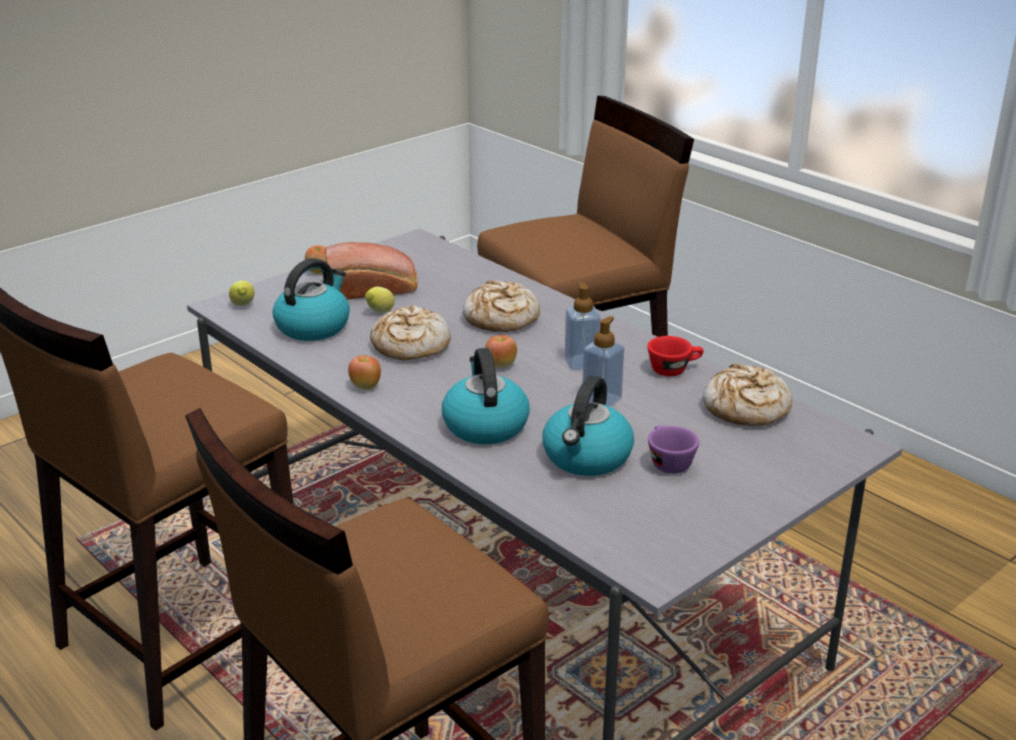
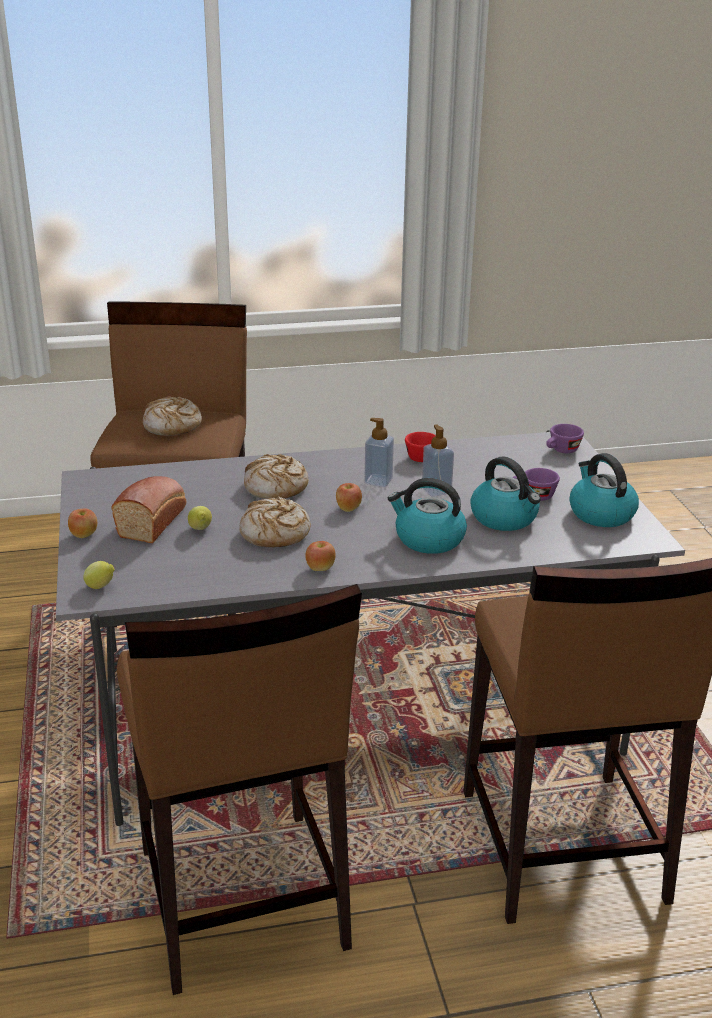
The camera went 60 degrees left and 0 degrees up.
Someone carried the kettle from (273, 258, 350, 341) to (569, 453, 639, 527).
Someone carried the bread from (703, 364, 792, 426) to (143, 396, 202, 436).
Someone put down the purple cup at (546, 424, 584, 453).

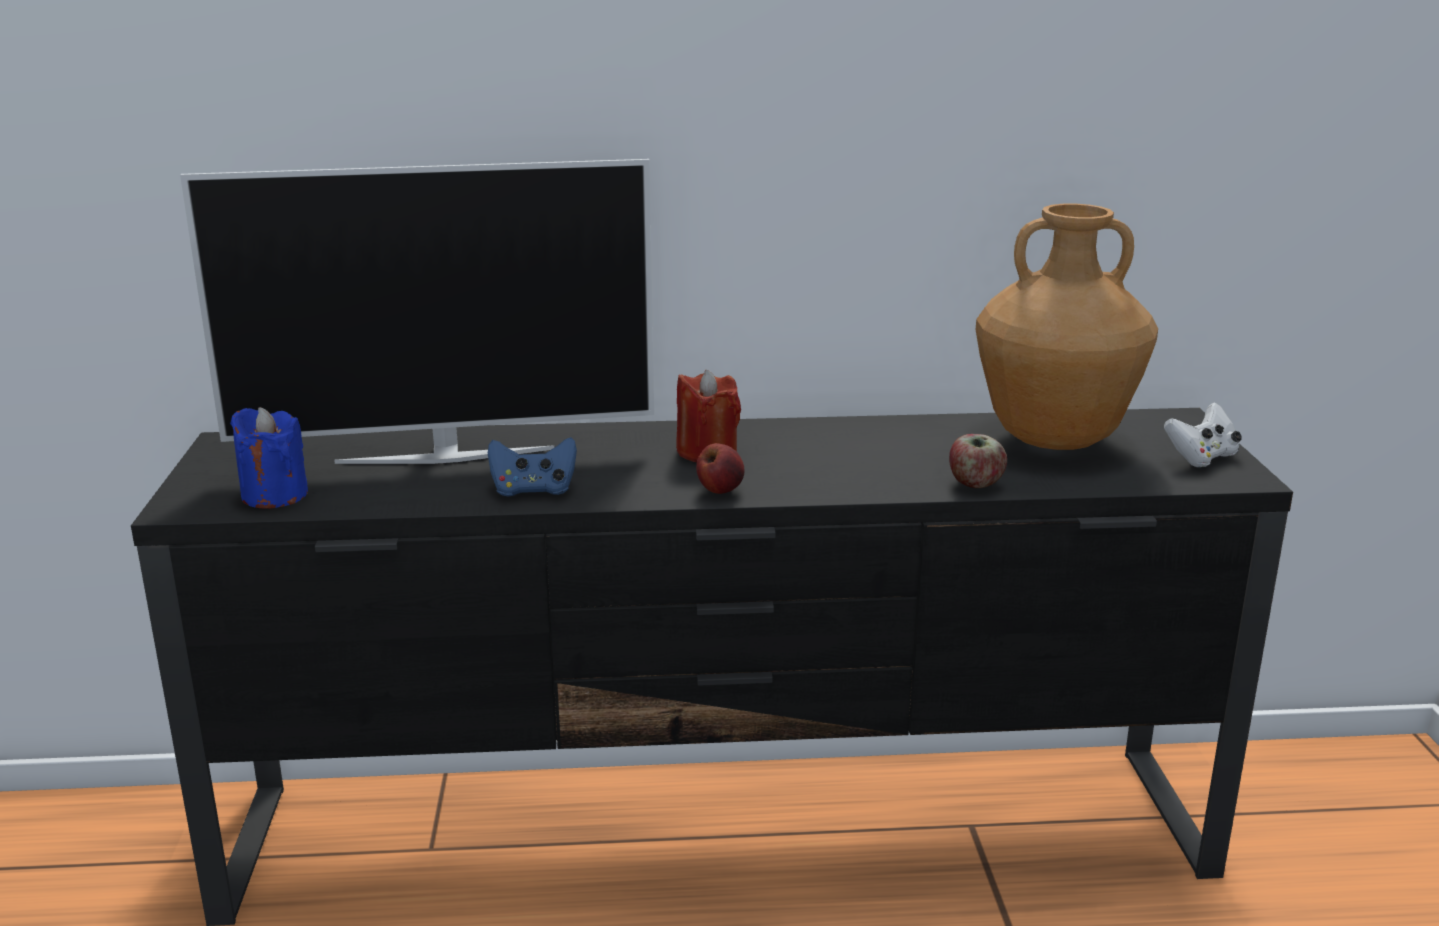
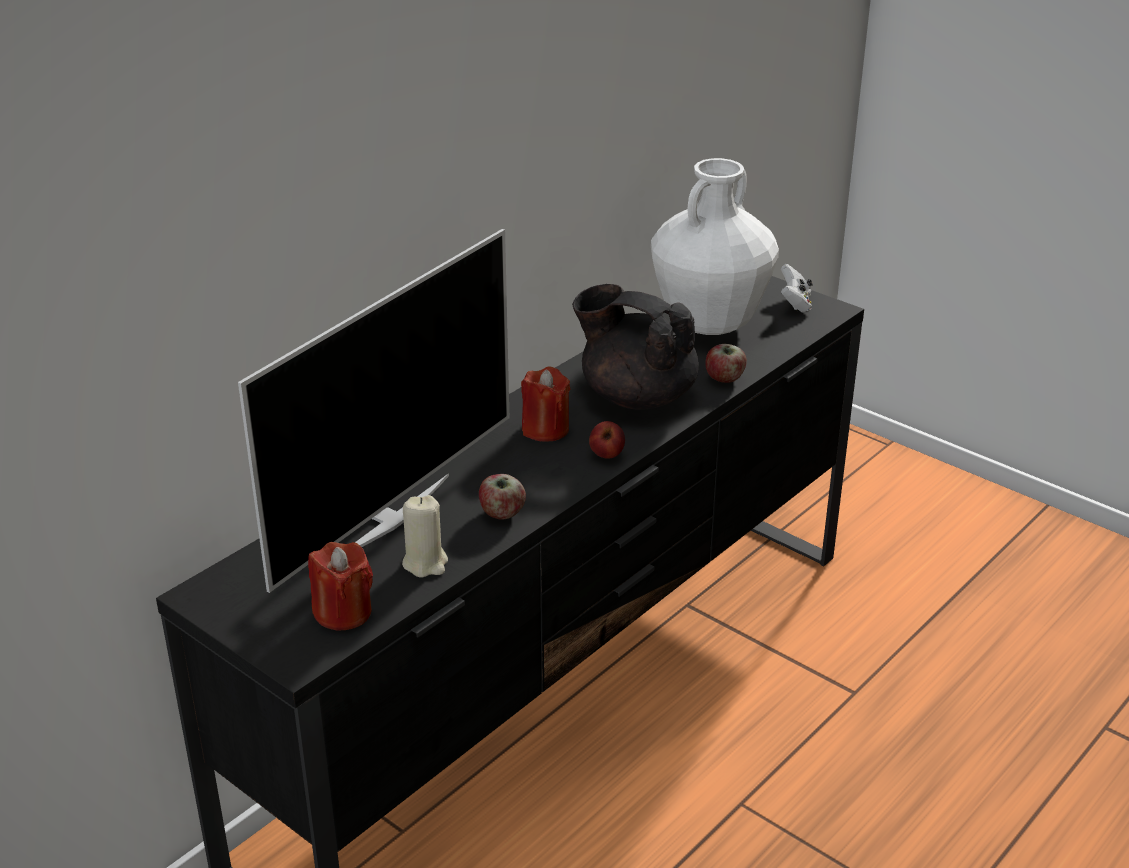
The camera went 45 degrees left and 10 degrees up.
Someone repainted the brown vase at (976, 204, 1158, 450), which became the white vase at (651, 158, 779, 335).
Someone repainted the blue candle at (230, 407, 308, 509), which became the red candle at (308, 542, 373, 630).
Someone swapped the blue game controller at (488, 437, 577, 496) for the apple at (479, 474, 526, 520).
Someone put down the black teapot at (572, 284, 699, 410).
Someone put down the beige candle at (402, 495, 448, 577).

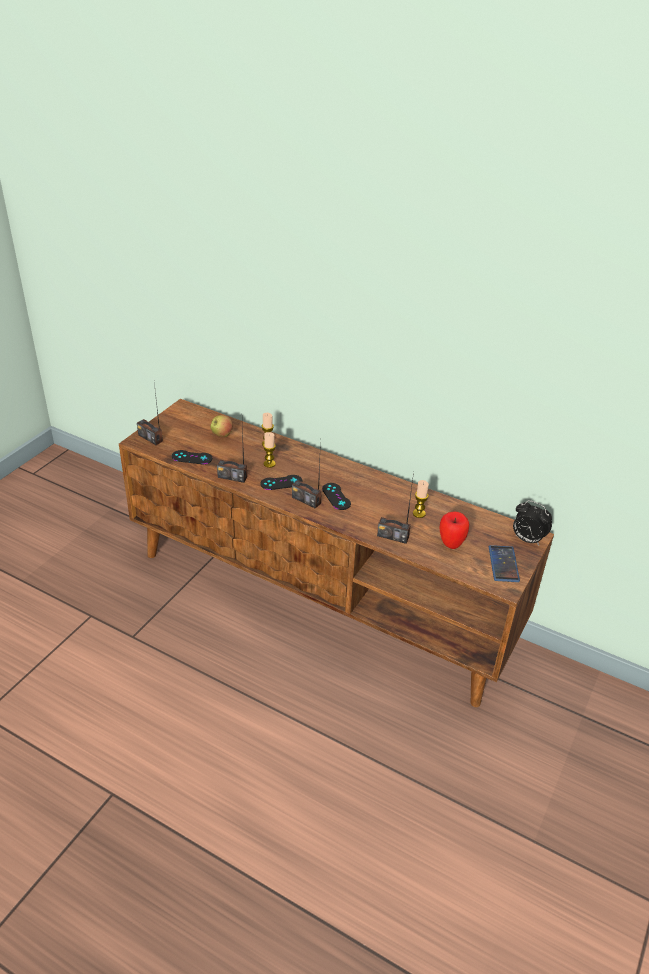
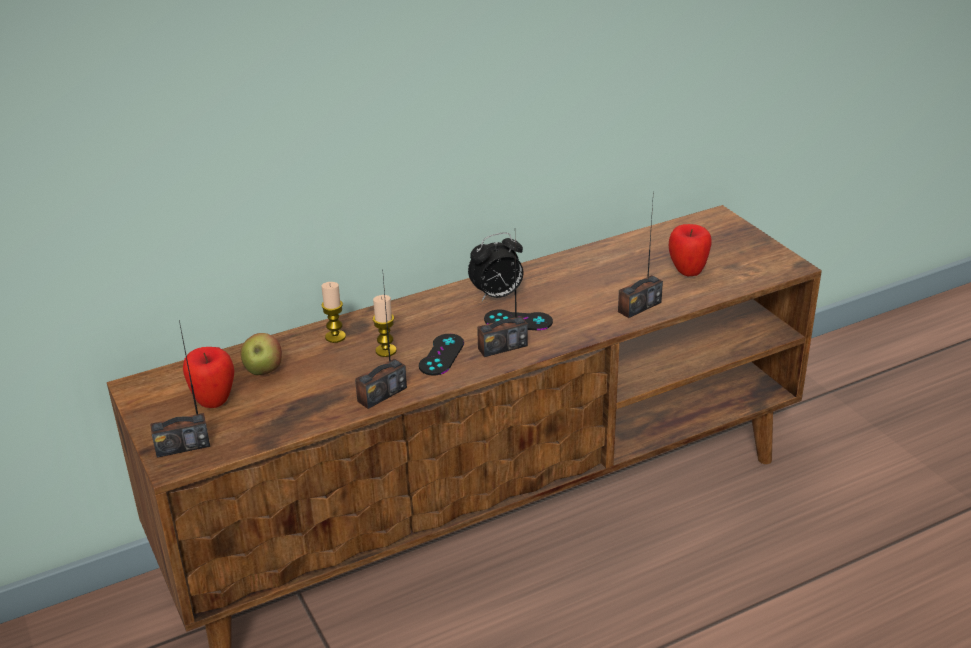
The camera went 55 degrees left and 5 degrees down.
Someone took away the black game controller at (172, 450, 212, 464).
Someone took away the candle at (413, 480, 429, 518).
Someone carried the alarm clock from (513, 500, 552, 545) to (468, 232, 523, 301).
Someone took away the phone at (489, 545, 520, 582).
Someone put down the apple at (183, 347, 234, 408).

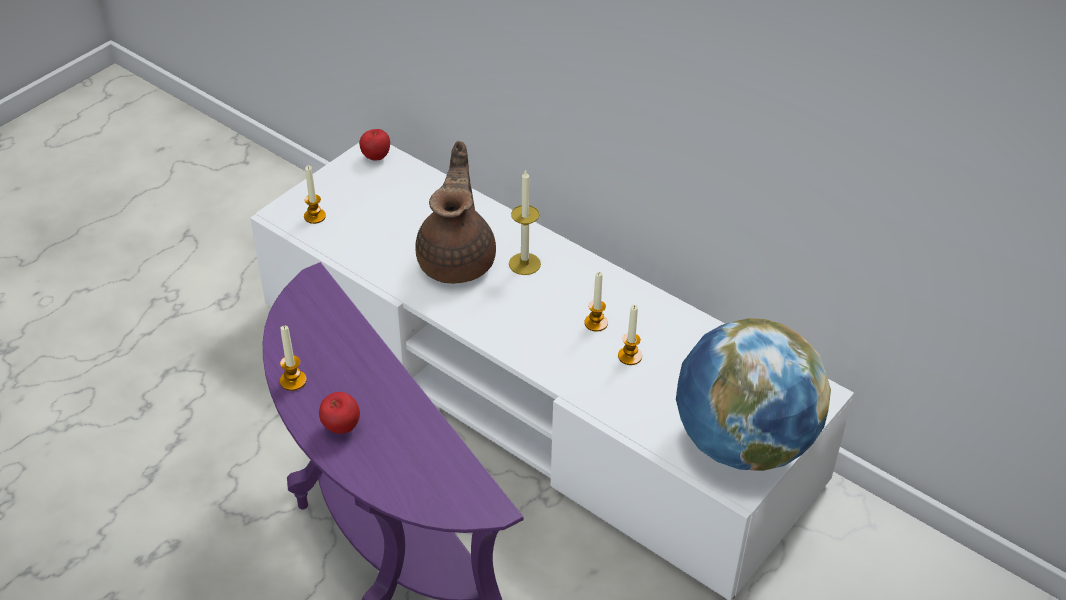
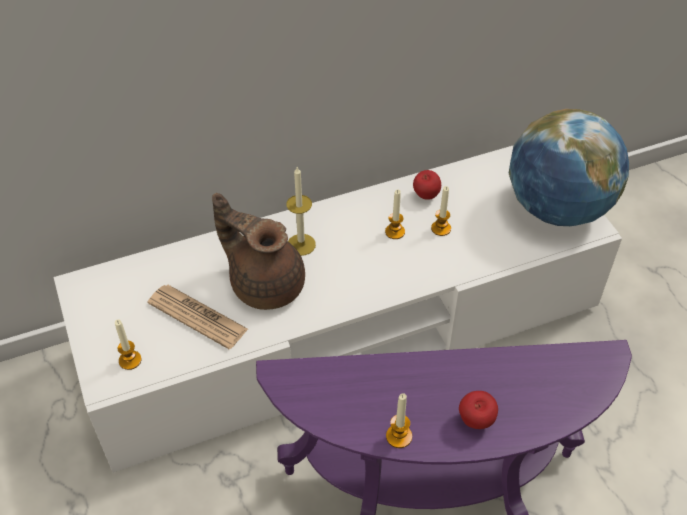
The camera went 60 degrees left and 5 degrees up.
Someone carried the apple from (359, 129, 390, 161) to (413, 170, 441, 200).
Someone put down the newspaper at (147, 285, 248, 349).

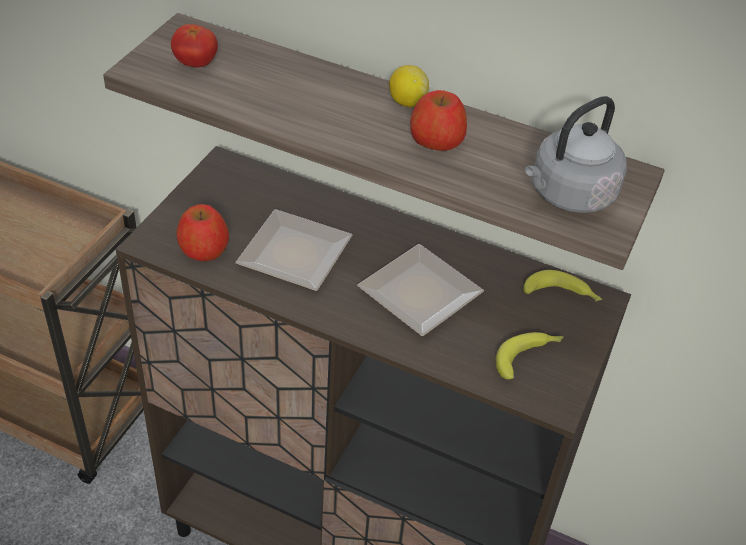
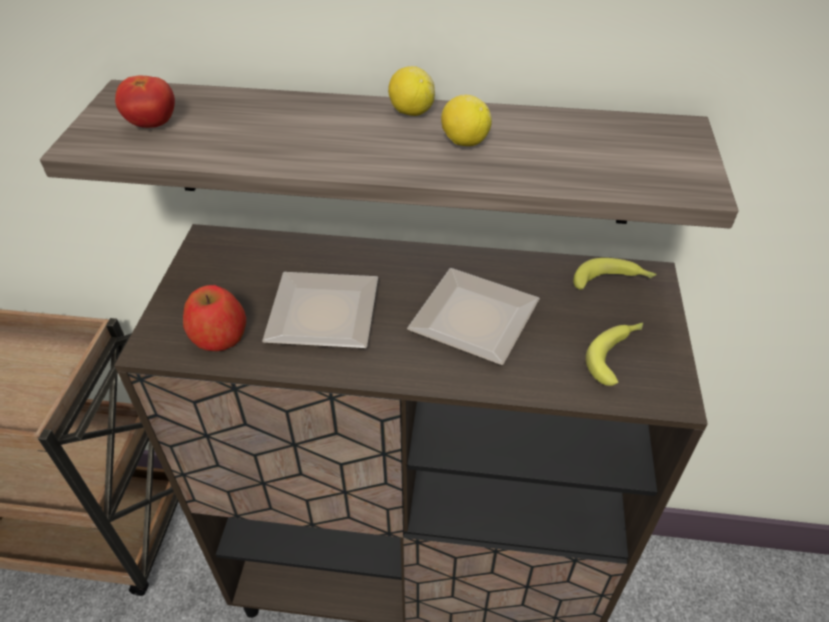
The camera went 15 degrees left and 0 degrees up.
Someone swapped the apple at (410, 90, 467, 151) for the lemon at (441, 95, 492, 146).
Someone took away the grey kettle at (525, 96, 627, 213).

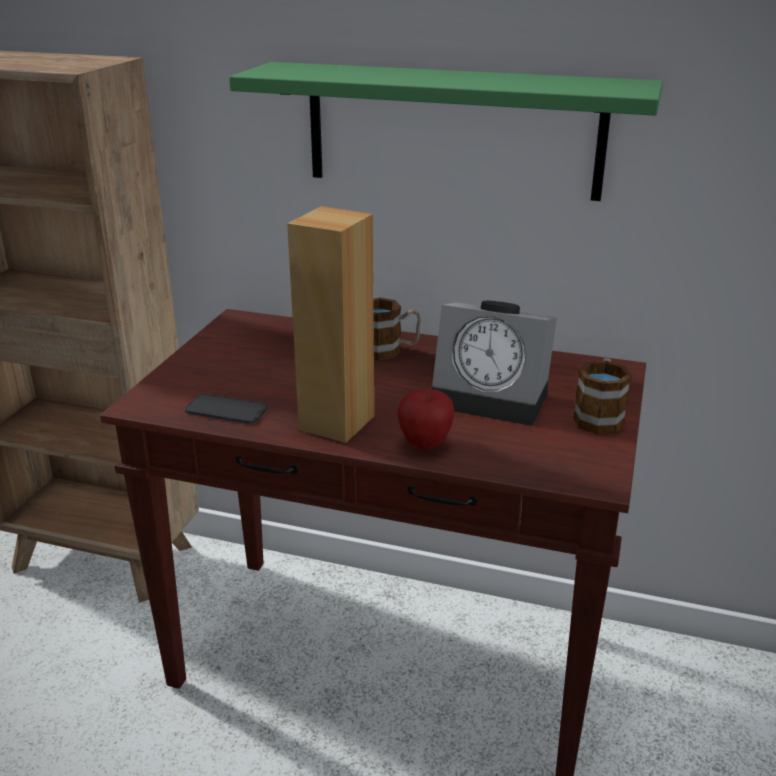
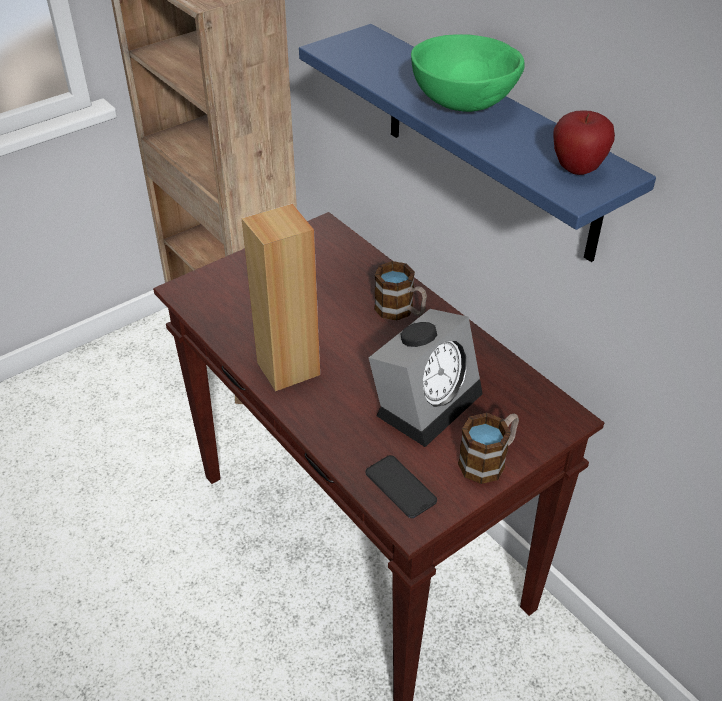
The camera went 35 degrees right and 15 degrees up.
Someone repainted the green shelf at (229, 62, 663, 201), which became the blue shelf at (299, 24, 656, 262).
Someone rotated the alarm clock at (432, 301, 557, 426) by 105 degrees counterclockwise.
Someone carried the apple from (397, 389, 454, 449) to (553, 110, 615, 175).
Someone carried the phone from (185, 394, 268, 424) to (366, 455, 437, 518).
Someone put down the green bowl at (411, 34, 525, 112).

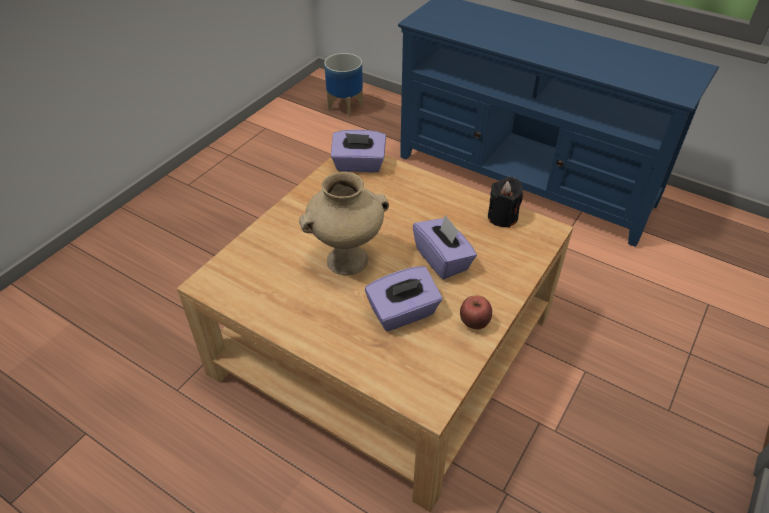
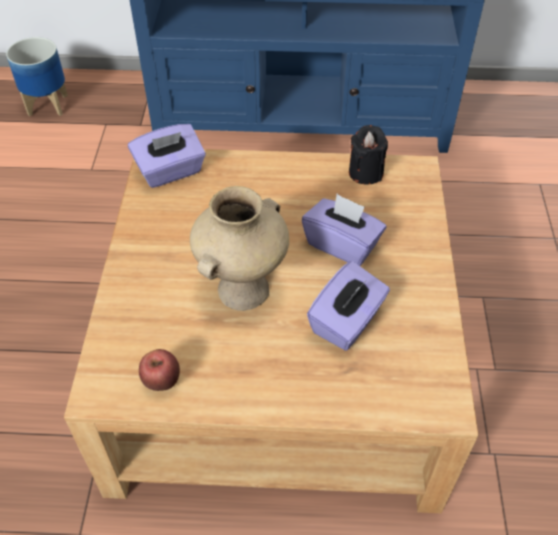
The camera went 30 degrees left and 5 degrees up.
Someone carried the apple from (460, 296, 492, 330) to (139, 349, 180, 391).

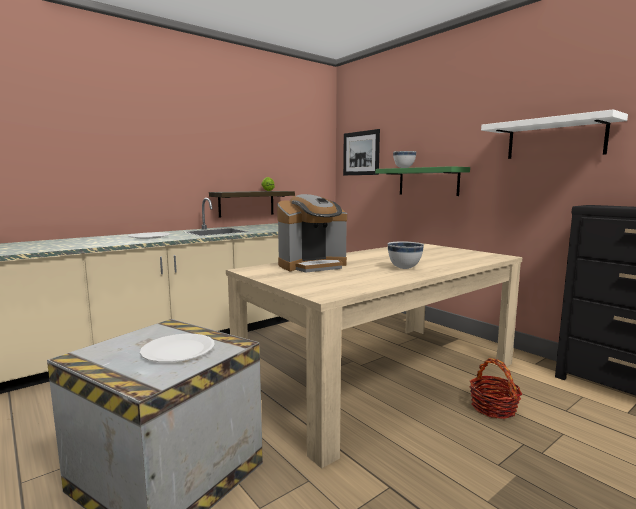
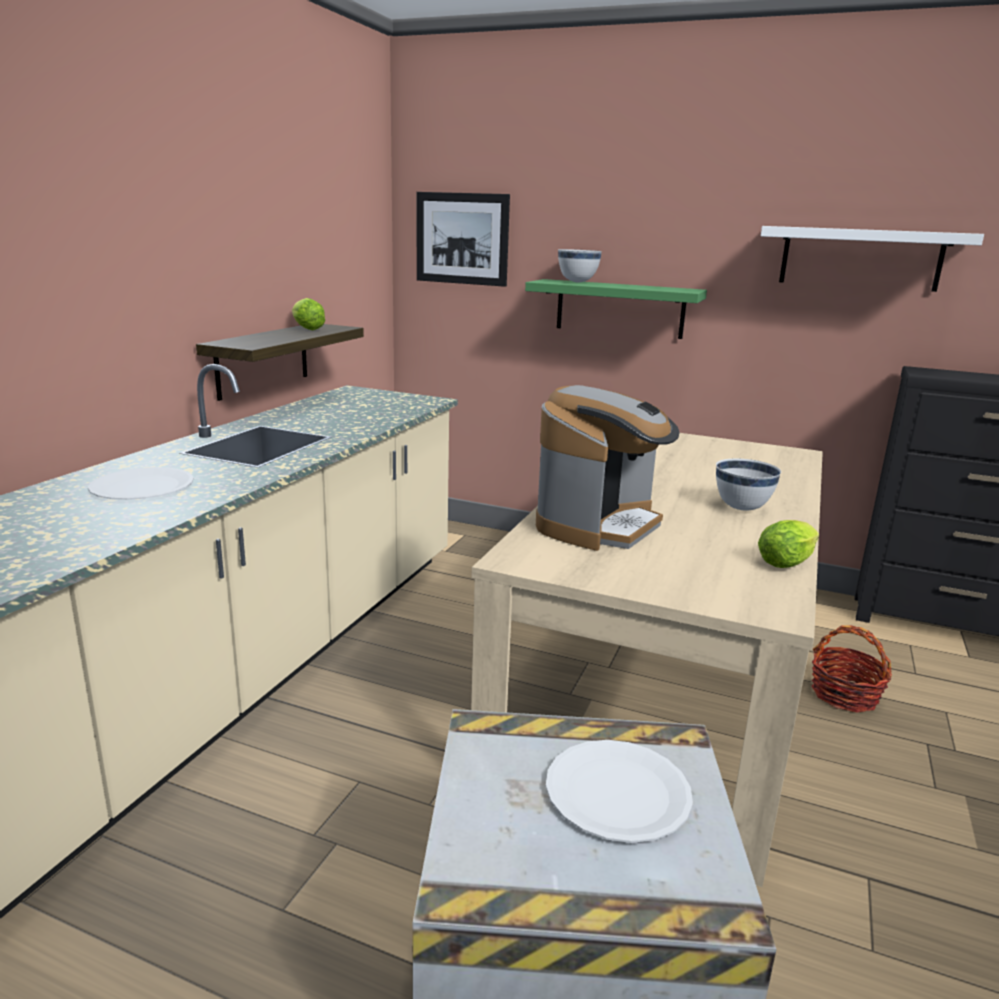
The camera went 30 degrees left and 10 degrees up.
Someone put down the lettuce at (758, 520, 819, 568).

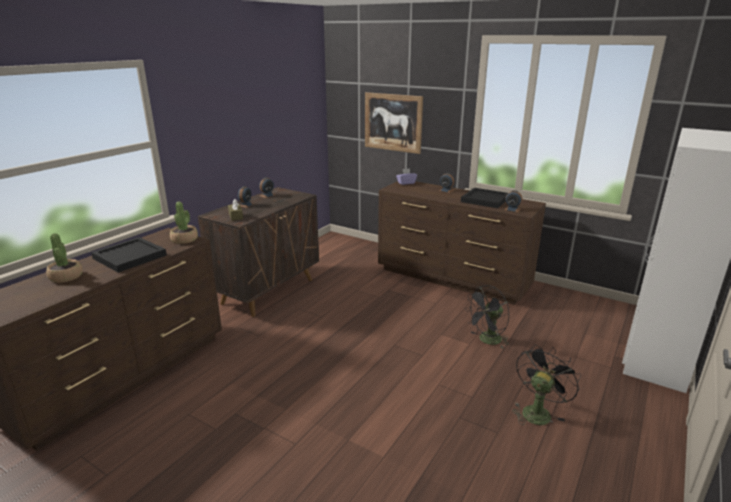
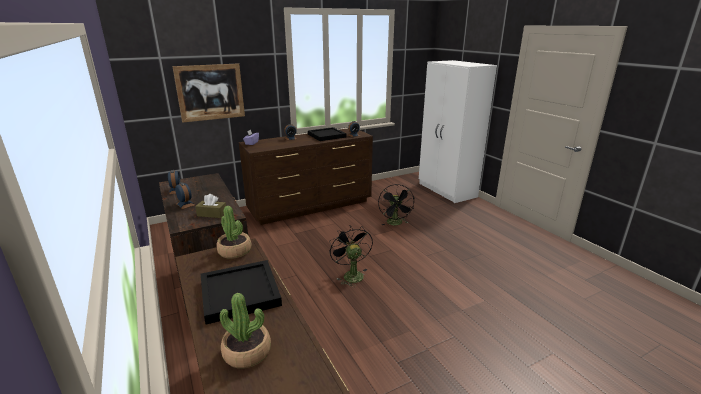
The camera went 60 degrees left and 0 degrees up.
Someone carried the black fan from (512, 345, 581, 425) to (329, 225, 373, 287).

